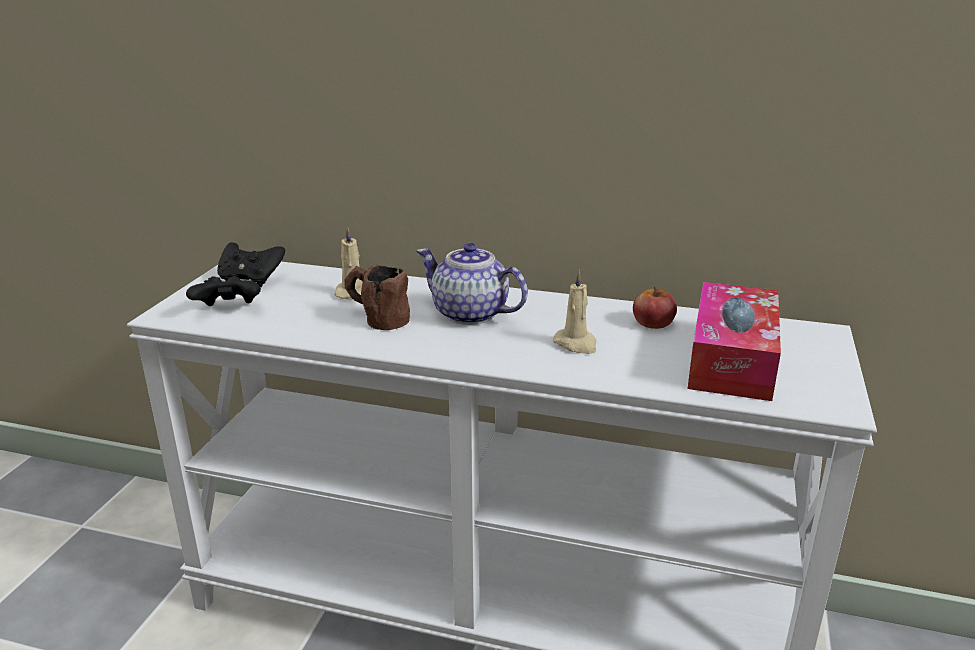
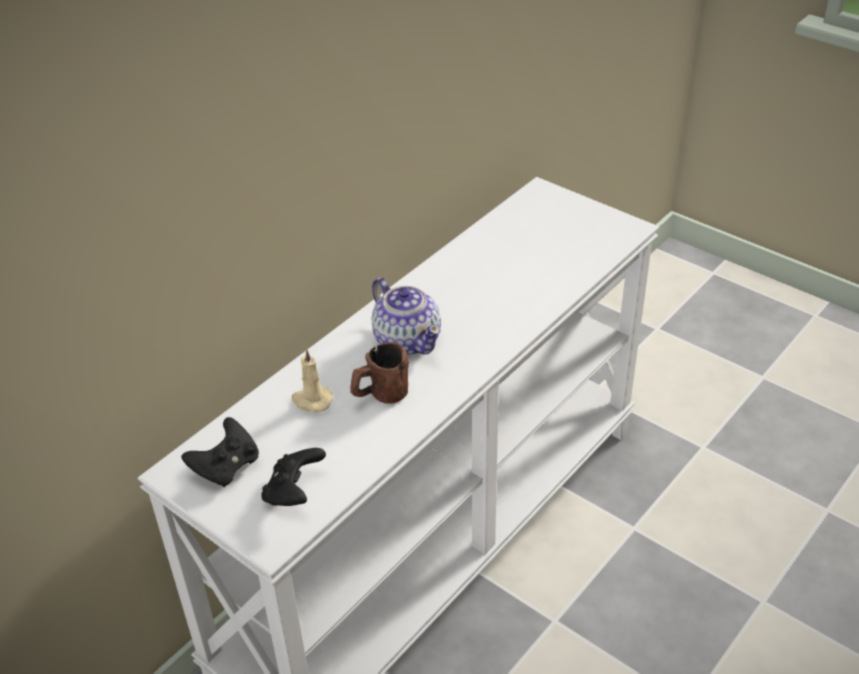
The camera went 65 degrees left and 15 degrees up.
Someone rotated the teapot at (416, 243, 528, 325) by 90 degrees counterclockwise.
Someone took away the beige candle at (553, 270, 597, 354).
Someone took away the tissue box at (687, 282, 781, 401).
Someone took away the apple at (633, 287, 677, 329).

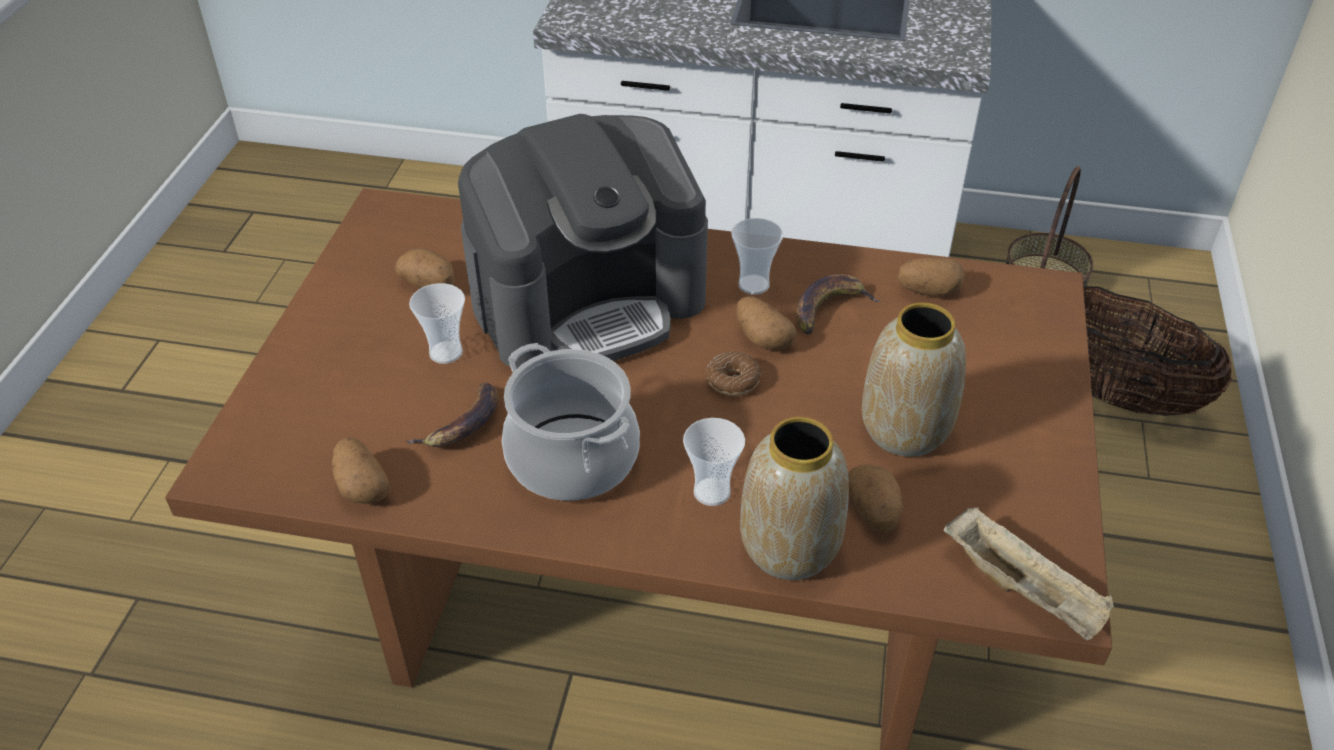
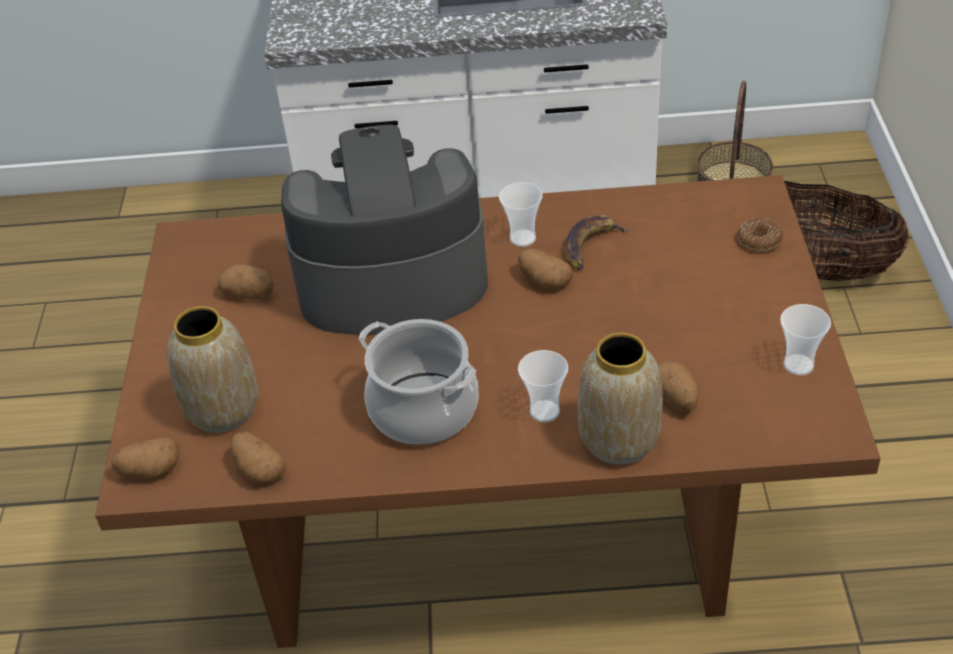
The camera went 10 degrees left and 0 degrees up.
Someone rotated the coffee machine at (458, 114, 708, 369) by 150 degrees counterclockwise.
Someone carried the potato from (898, 257, 965, 296) to (111, 437, 179, 478).
Someone carried the cup from (409, 283, 465, 364) to (780, 304, 831, 376).
Someone carried the vase from (862, 302, 966, 457) to (167, 306, 258, 433).
Someone carried the donut from (706, 352, 761, 396) to (738, 218, 783, 252).
Someone took away the banana at (406, 383, 499, 447).
Someone took away the beige tray at (944, 507, 1114, 641).

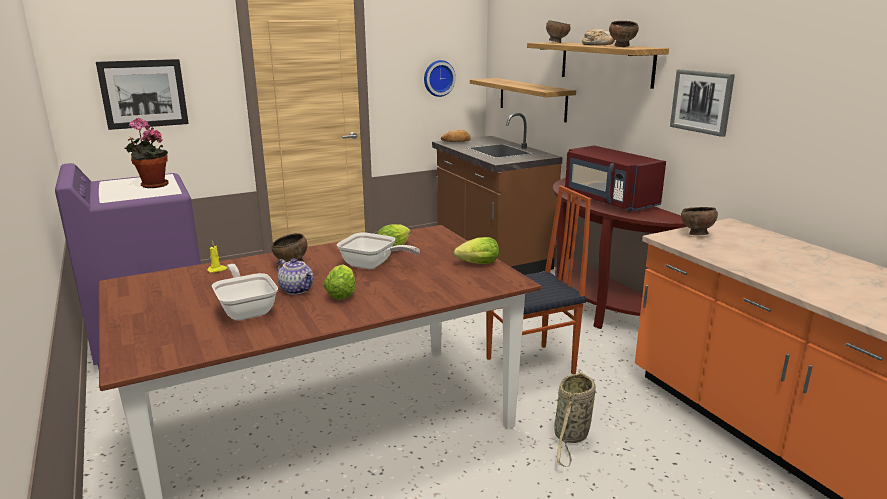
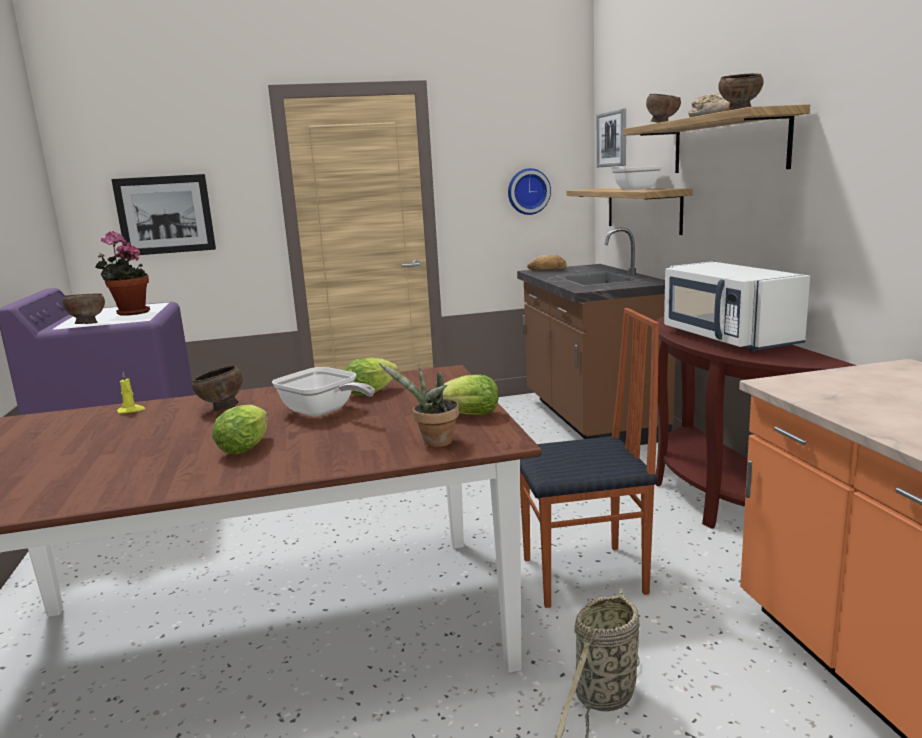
The camera went 15 degrees right and 5 degrees down.
Someone carried the picture from (670, 69, 735, 137) to (597, 108, 626, 167).
Someone repainted the red microwave at (565, 146, 666, 211), which became the white microwave at (664, 262, 810, 352).
Someone carried the brown bowl from (681, 207, 718, 235) to (62, 293, 105, 324).
Someone took away the teapot at (277, 258, 313, 295).
Someone carried the frying pan from (212, 264, 278, 321) to (611, 166, 662, 190).
Someone put down the potted plant at (379, 363, 459, 447).

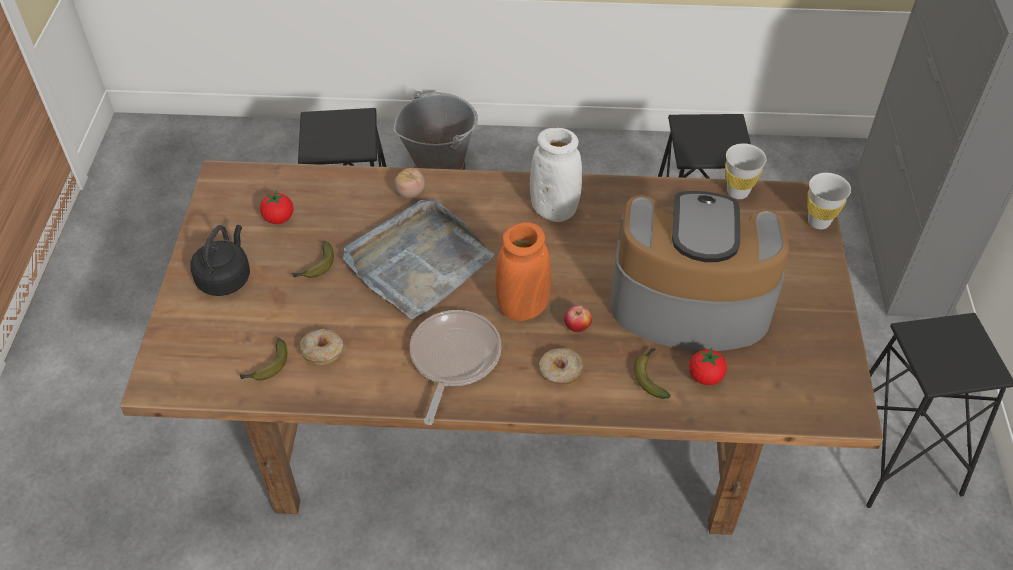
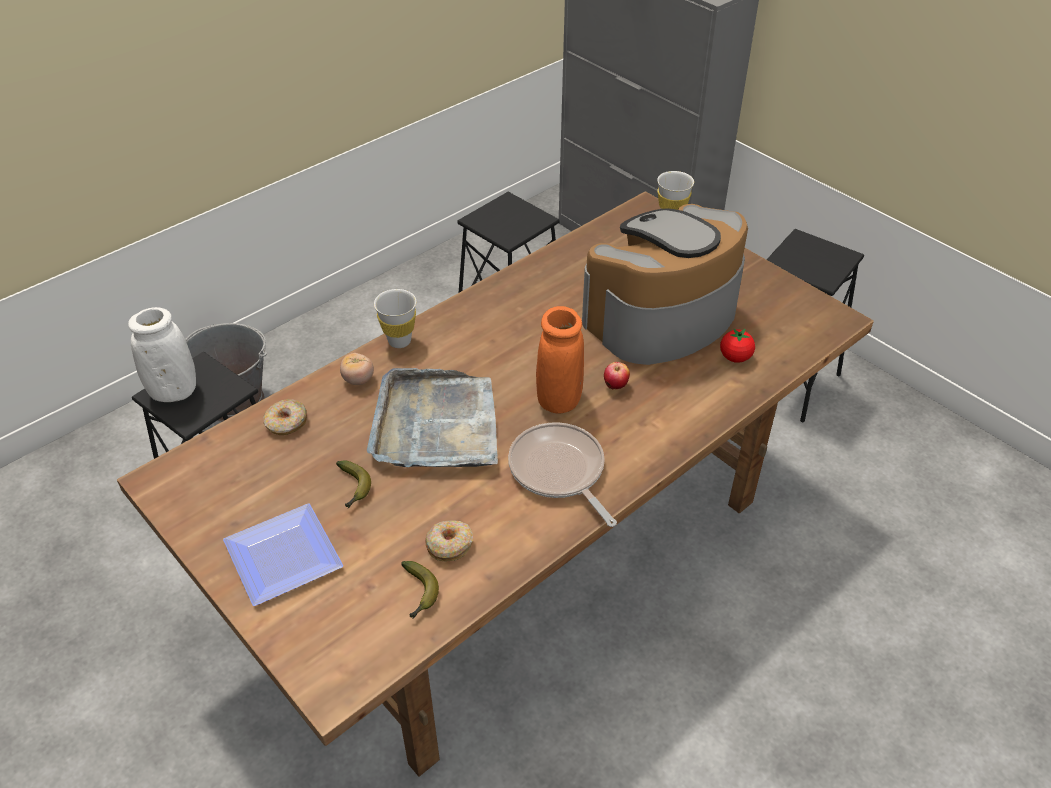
The camera went 45 degrees left and 5 degrees down.
Someone carried the white vase from (530, 128, 582, 222) to (128, 307, 196, 402).
Someone carried the white cup from (725, 143, 766, 199) to (374, 289, 416, 348).
Someone took away the tomato at (260, 190, 294, 224).
Someone swapped the black kettle at (190, 225, 250, 296) for the plate at (223, 503, 343, 606).
Someone carried the donut from (539, 348, 584, 385) to (263, 399, 307, 435).
Someone took away the banana at (634, 348, 671, 399).

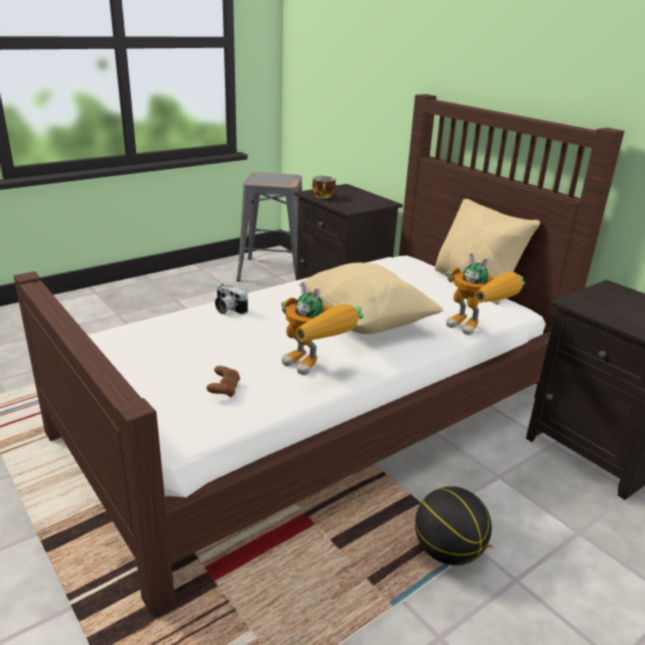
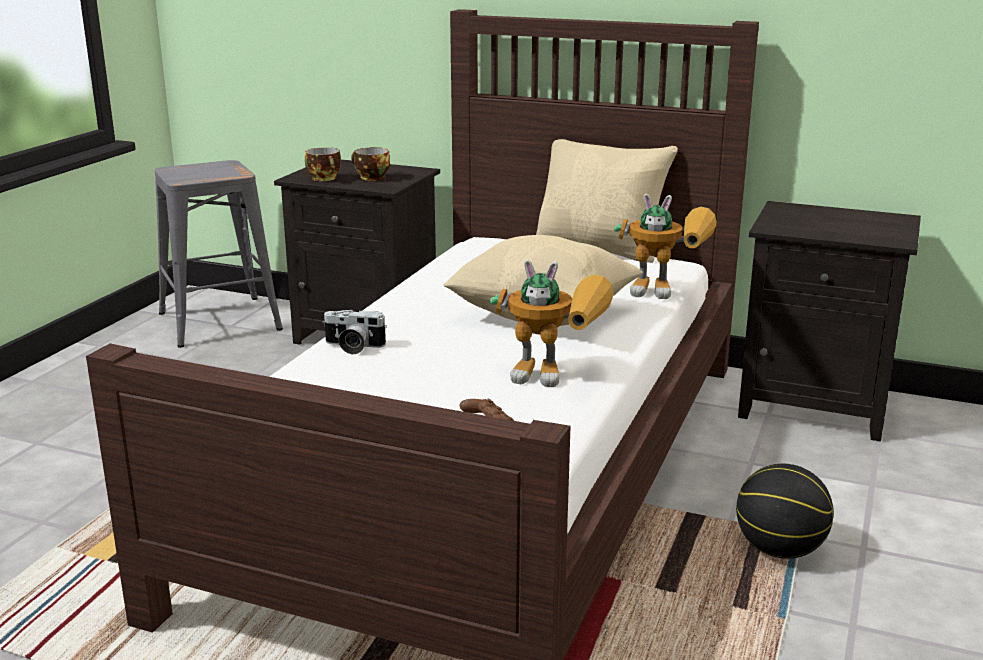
The camera went 30 degrees left and 5 degrees down.
Someone put down the cup at (351, 147, 390, 181).

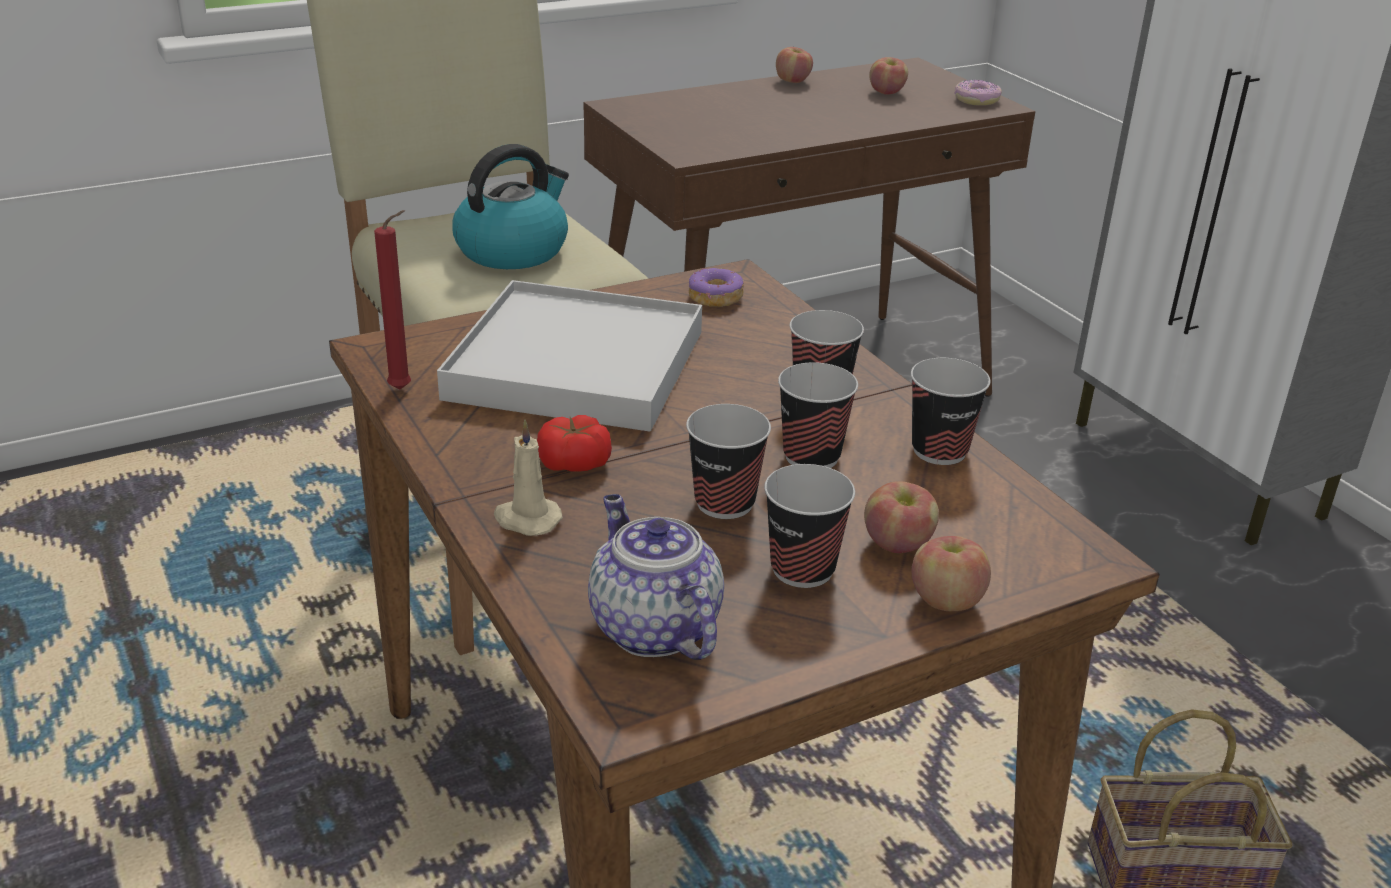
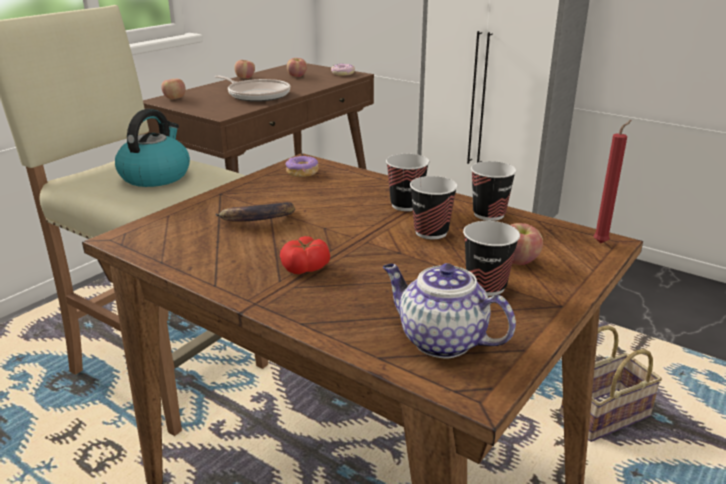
The camera went 25 degrees left and 5 degrees down.
Someone carried the red candle from (374, 210, 411, 389) to (594, 120, 632, 244).
Someone swapped the white tray at (437, 280, 702, 432) for the banana at (215, 202, 295, 222).
Someone took away the cup at (686, 404, 771, 519).
Someone took away the beige candle at (494, 420, 563, 536).
Someone carried the apple from (911, 536, 991, 611) to (161, 79, 186, 100).
Someone put down the frying pan at (215, 75, 290, 102).

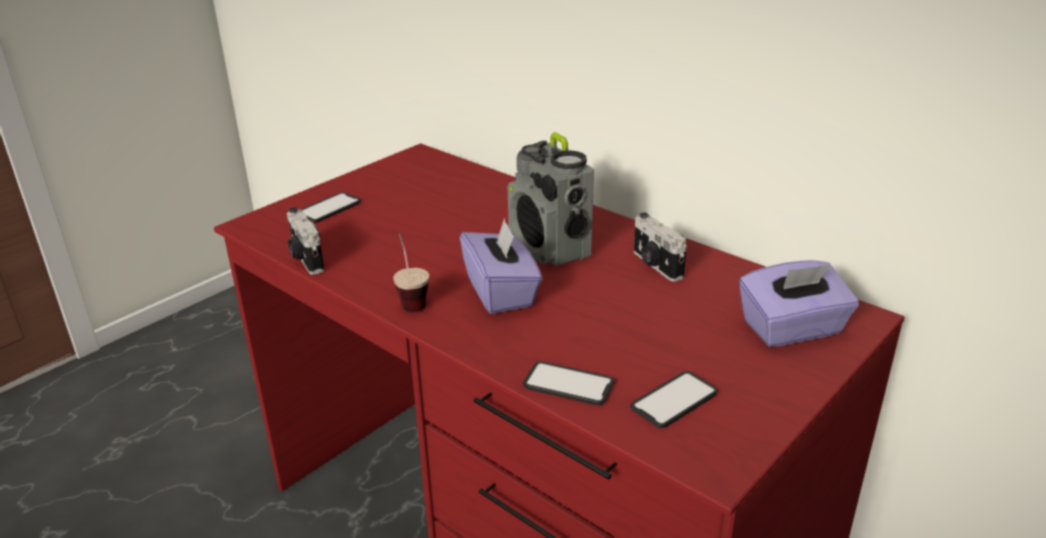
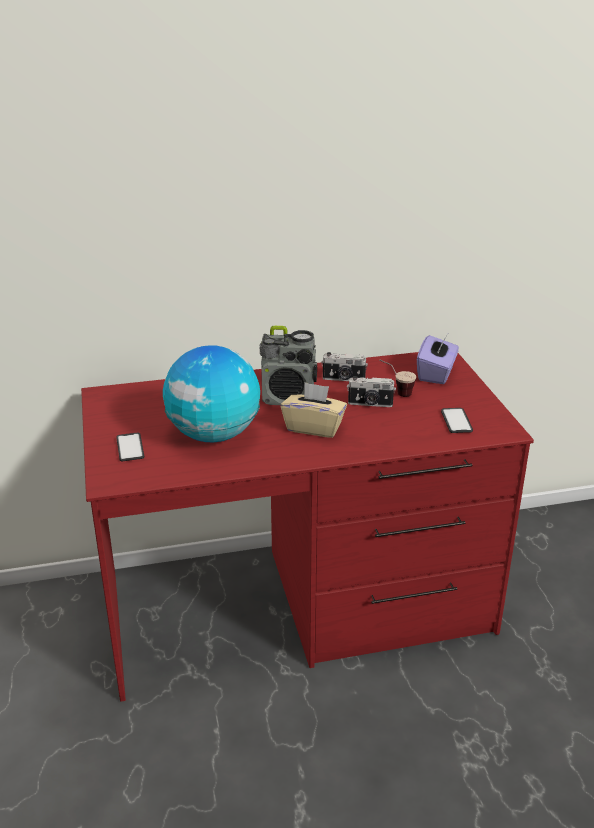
The camera went 55 degrees left and 0 degrees up.
Someone carried the photo camera from (287, 207, 325, 275) to (347, 376, 396, 407).
Someone repainted the purple tissue box at (460, 218, 542, 314), which became the beige tissue box at (281, 382, 347, 438).
Someone carried the cup from (393, 233, 429, 312) to (379, 360, 416, 397).
Someone took away the phone at (523, 361, 615, 405).
Someone put down the globe at (163, 345, 260, 442).

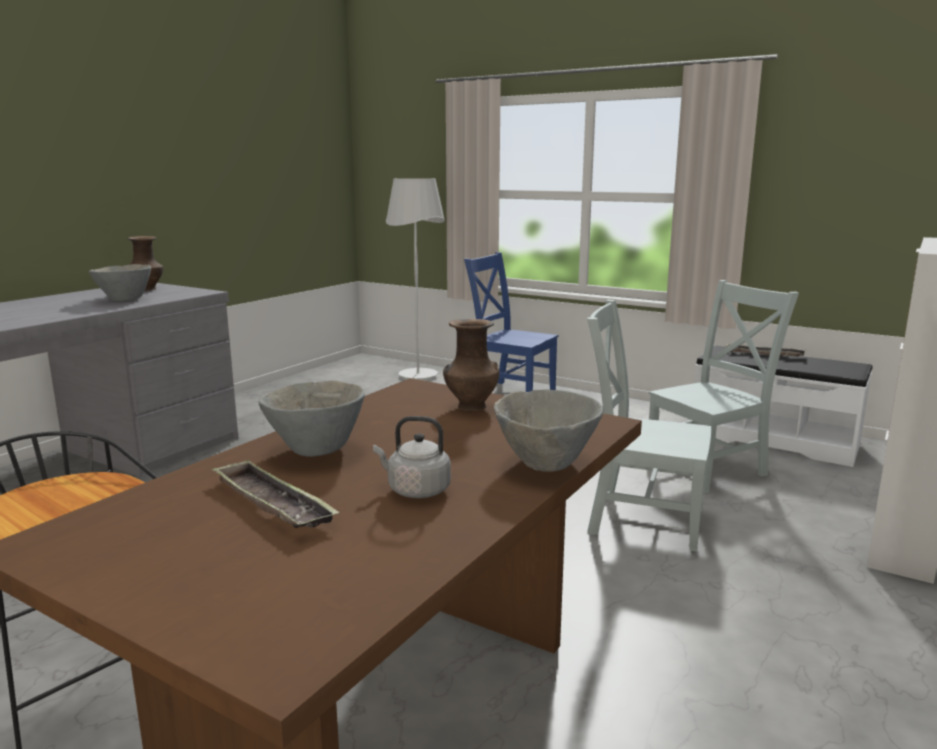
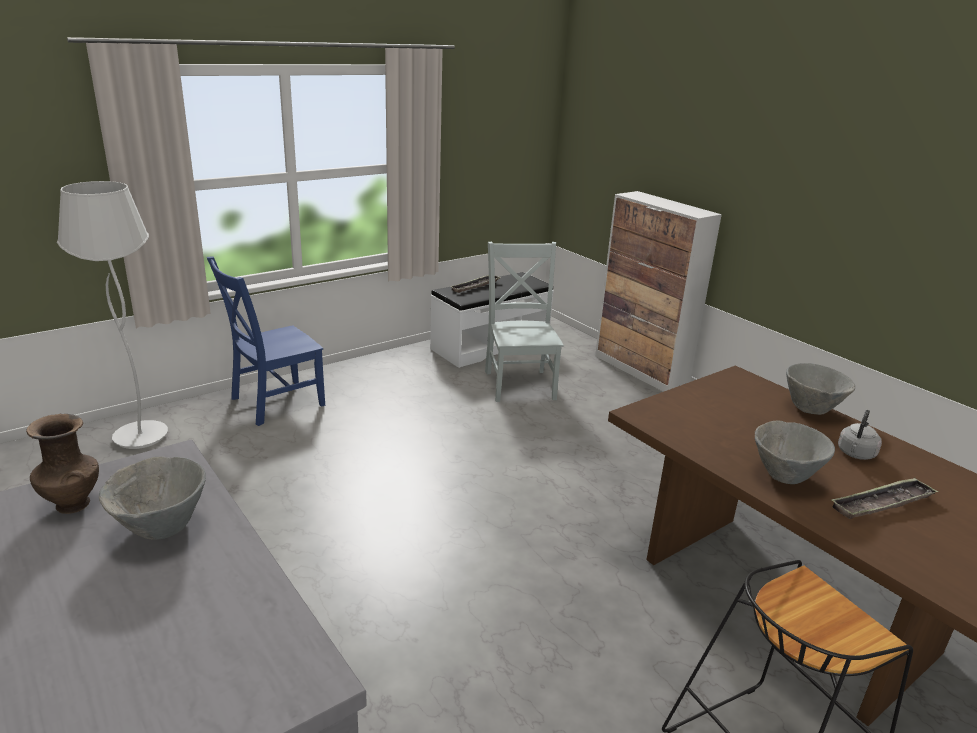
The camera went 70 degrees left and 10 degrees up.
Someone took away the grey chair at (587, 300, 711, 552).
Someone took away the brown vase at (443, 319, 499, 411).

